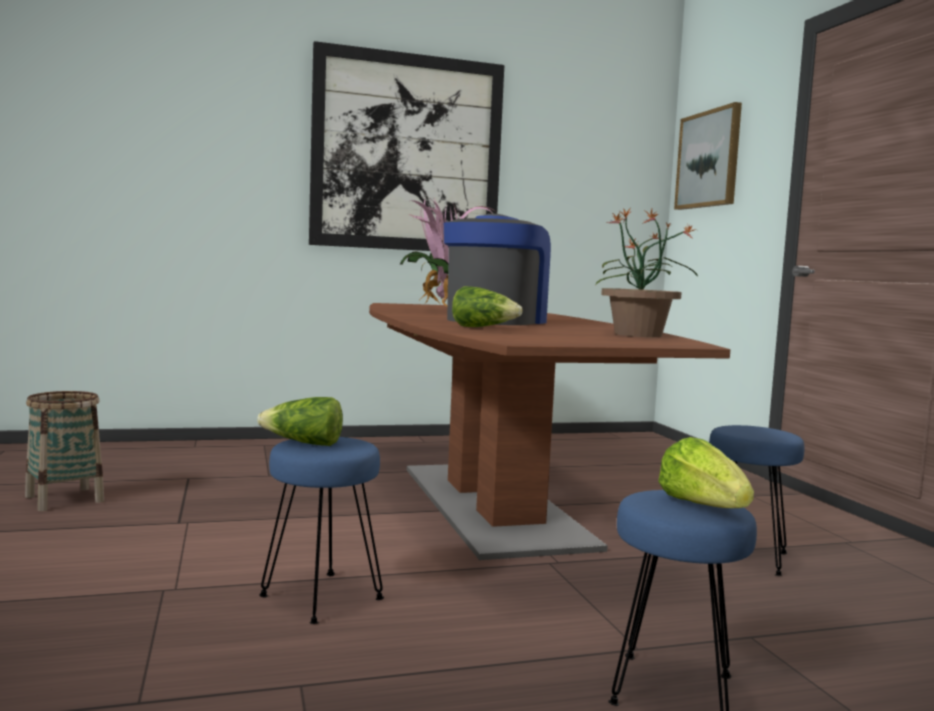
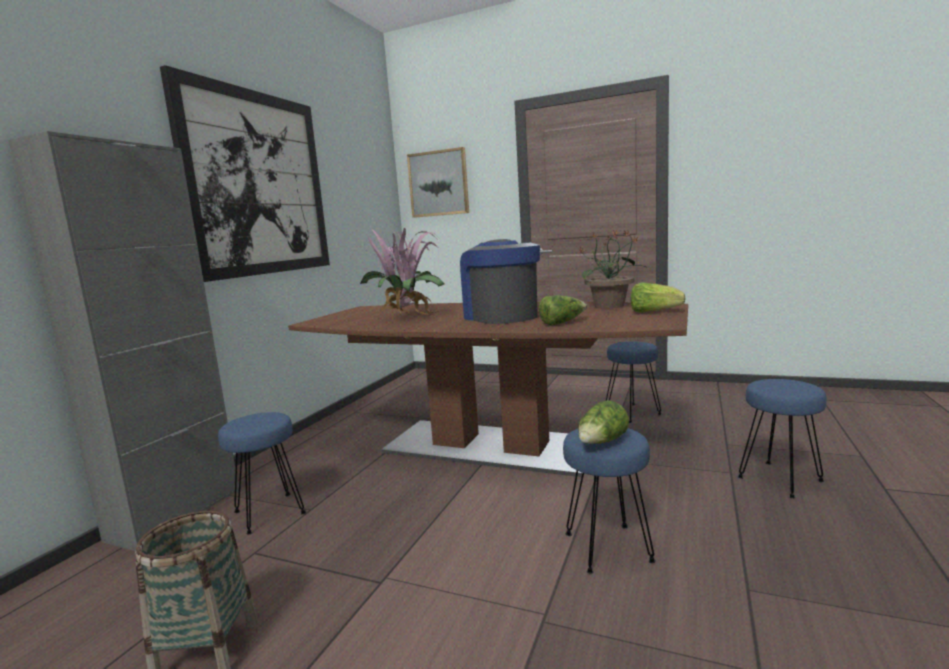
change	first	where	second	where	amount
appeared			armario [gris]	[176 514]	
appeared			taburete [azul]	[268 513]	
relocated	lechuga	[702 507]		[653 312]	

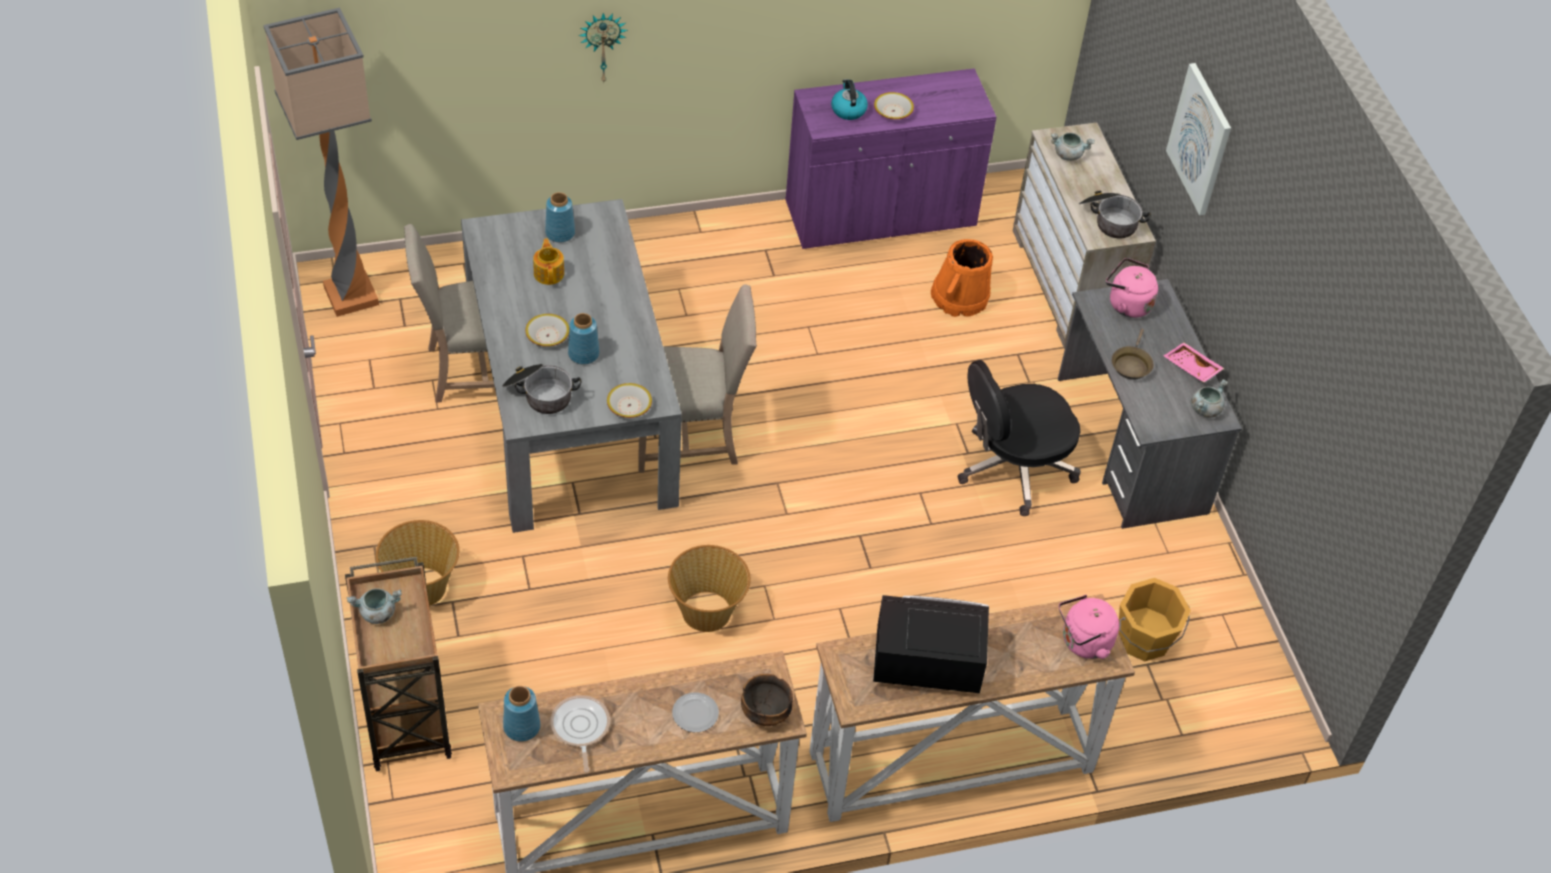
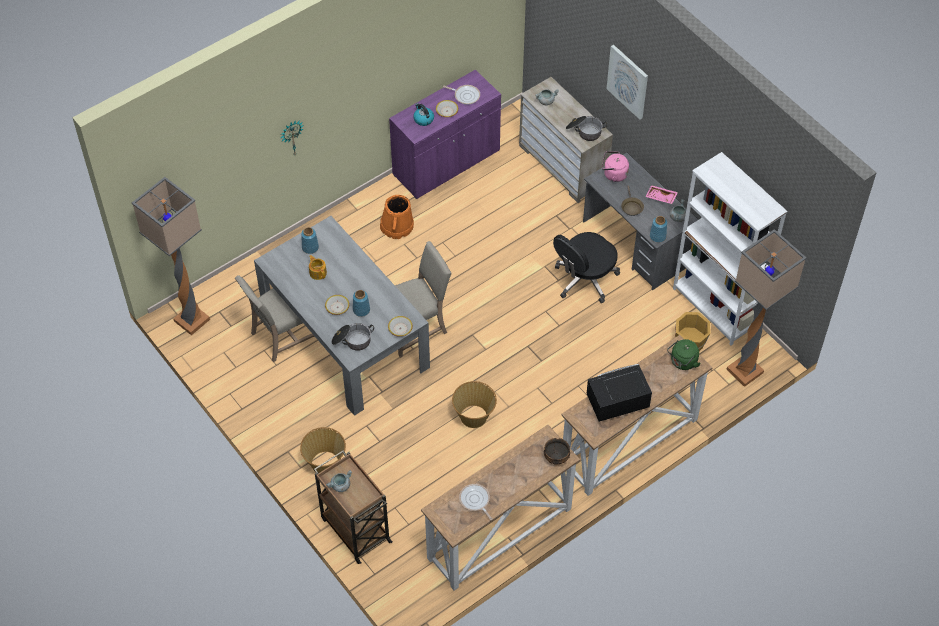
change	first	where	second	where	amount
missing	plato	[694 714]			
appeared			sartén	[465 95]	
appeared			estantería [blanco]	[715 308]	
appeared			lámpara de pie	[746 371]	
relocated	florero [azul]	[521 727]		[658 236]	
relocated	cubo [naranja]	[960 297]		[397 226]	
colour	hervidor [rosa]	[1083 642]	hervidor [verde]	[682 362]	

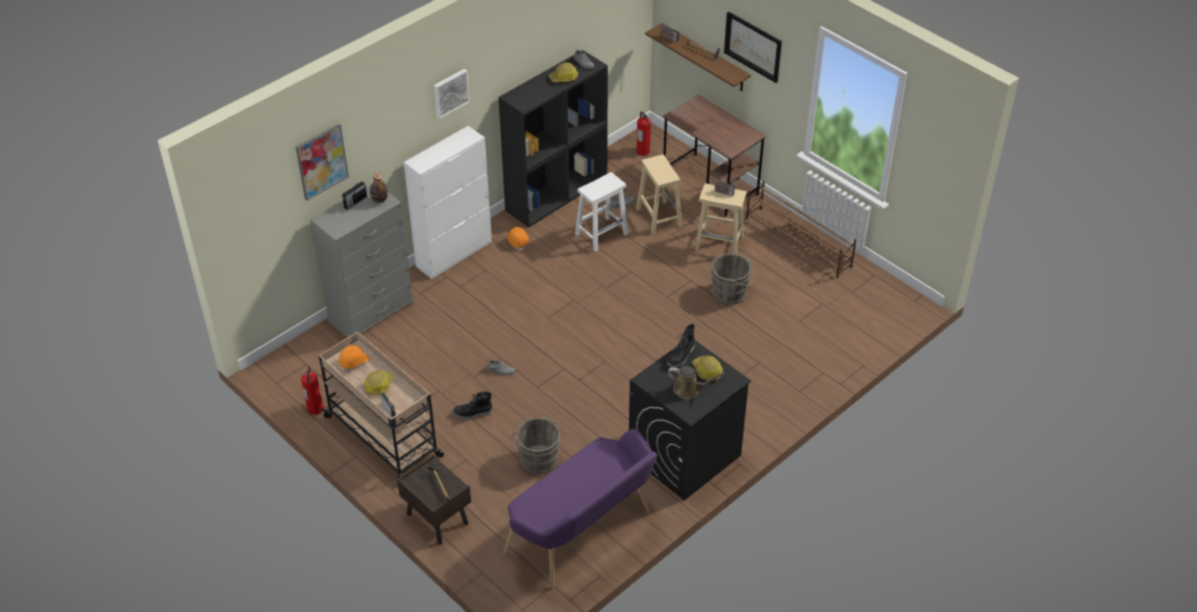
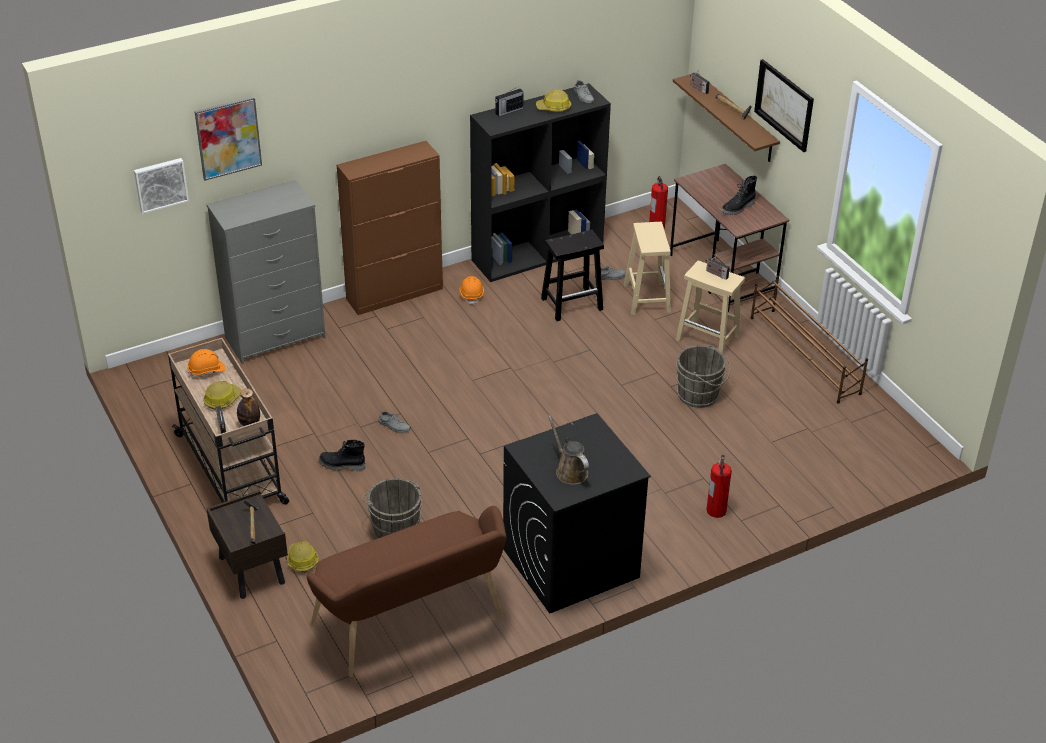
change	first	where	second	where	amount
relocated	extintor	[315 408]		[716 510]	
relocated	radio	[355 202]		[508 111]	
relocated	botella	[379 200]		[249 423]	
relocated	cuadro	[450 92]		[160 184]	
relocated	bota [negro]	[681 356]		[738 208]	
relocated	casco	[707 371]		[302 560]	
colour	armario [blanco]	[454 253]	armario [marrón]	[395 294]	
colour	banco [morado]	[584 535]	banco [marrón]	[413 625]	
colour	taburete [blanco]	[602 233]	taburete [negro]	[572 303]	
spun	regadera [marrón]	[689 390]		[570 471]	150 degrees counterclockwise

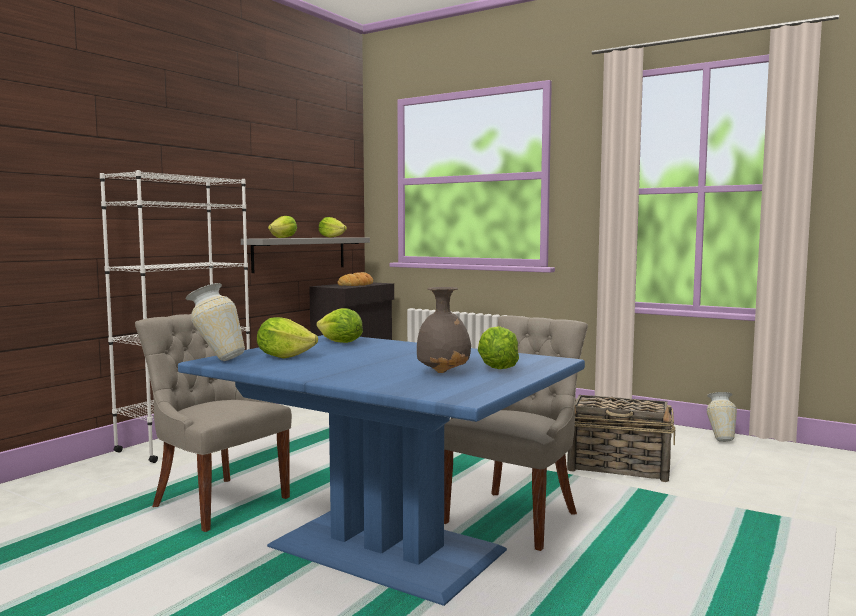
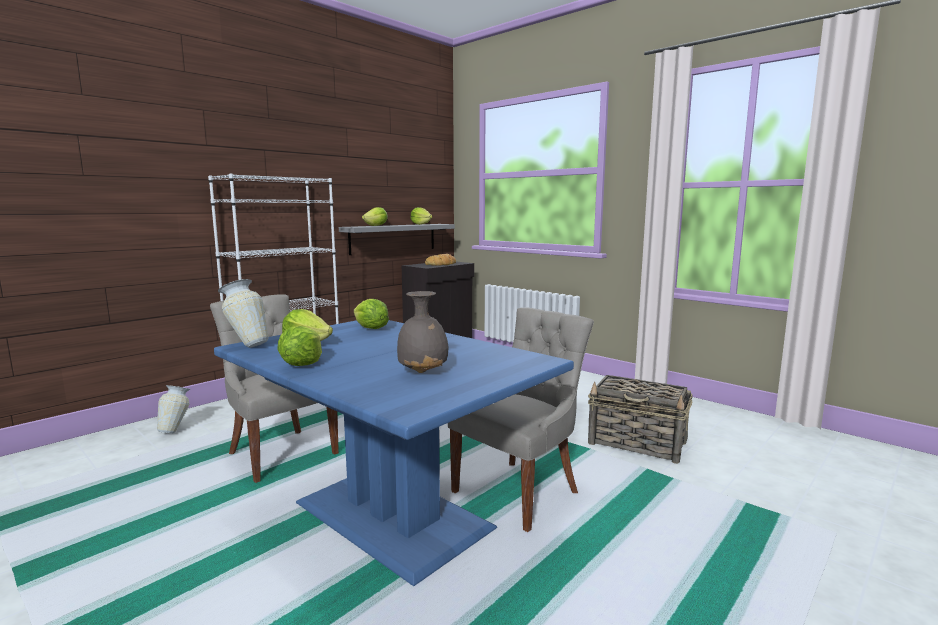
change	first	where	second	where	amount
relocated	lechuga	[496 368]		[302 364]	
relocated	florero	[720 439]		[177 430]	

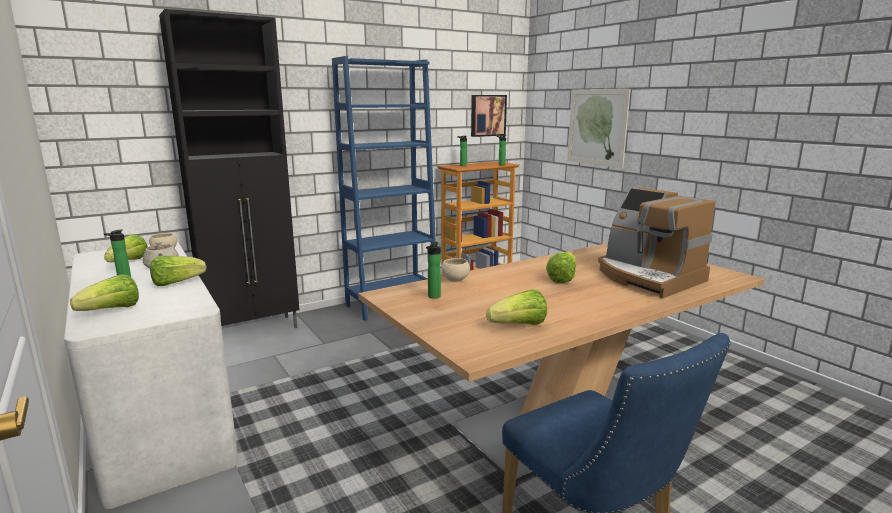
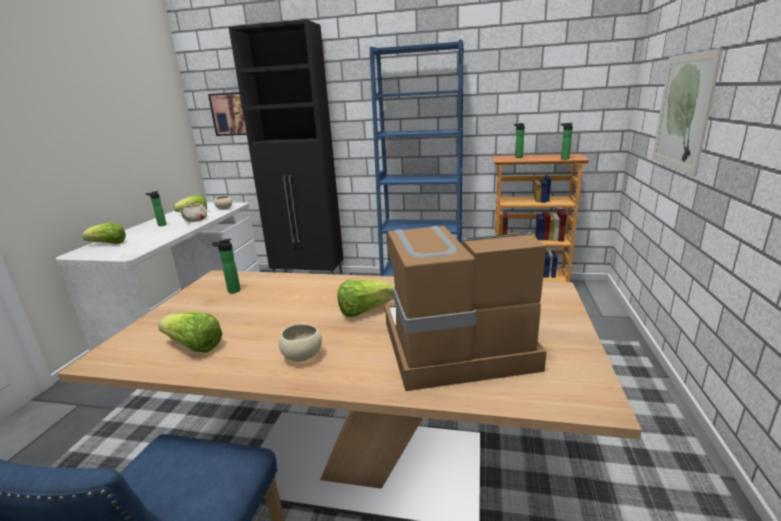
change	first	where	second	where	amount
missing	lechuga	[176 283]			
relocated	cuenco [beis]	[455 280]		[302 356]	
relocated	cuadro	[487 115]		[232 114]	
spun	cafetera	[648 277]		[454 346]	75 degrees clockwise

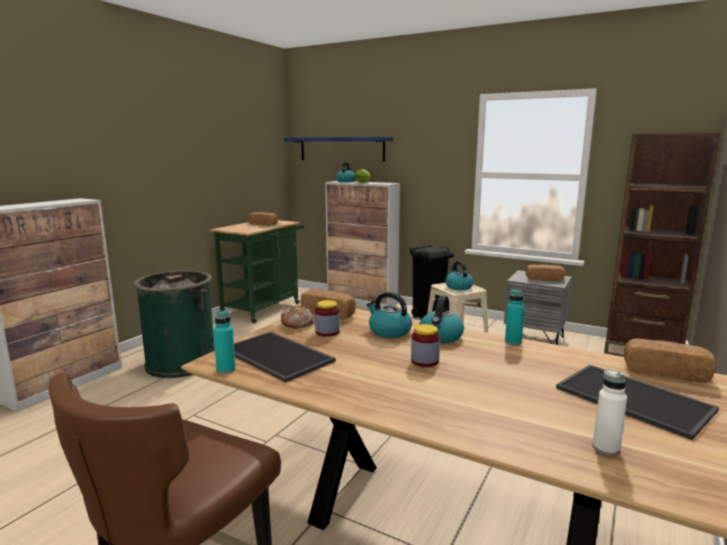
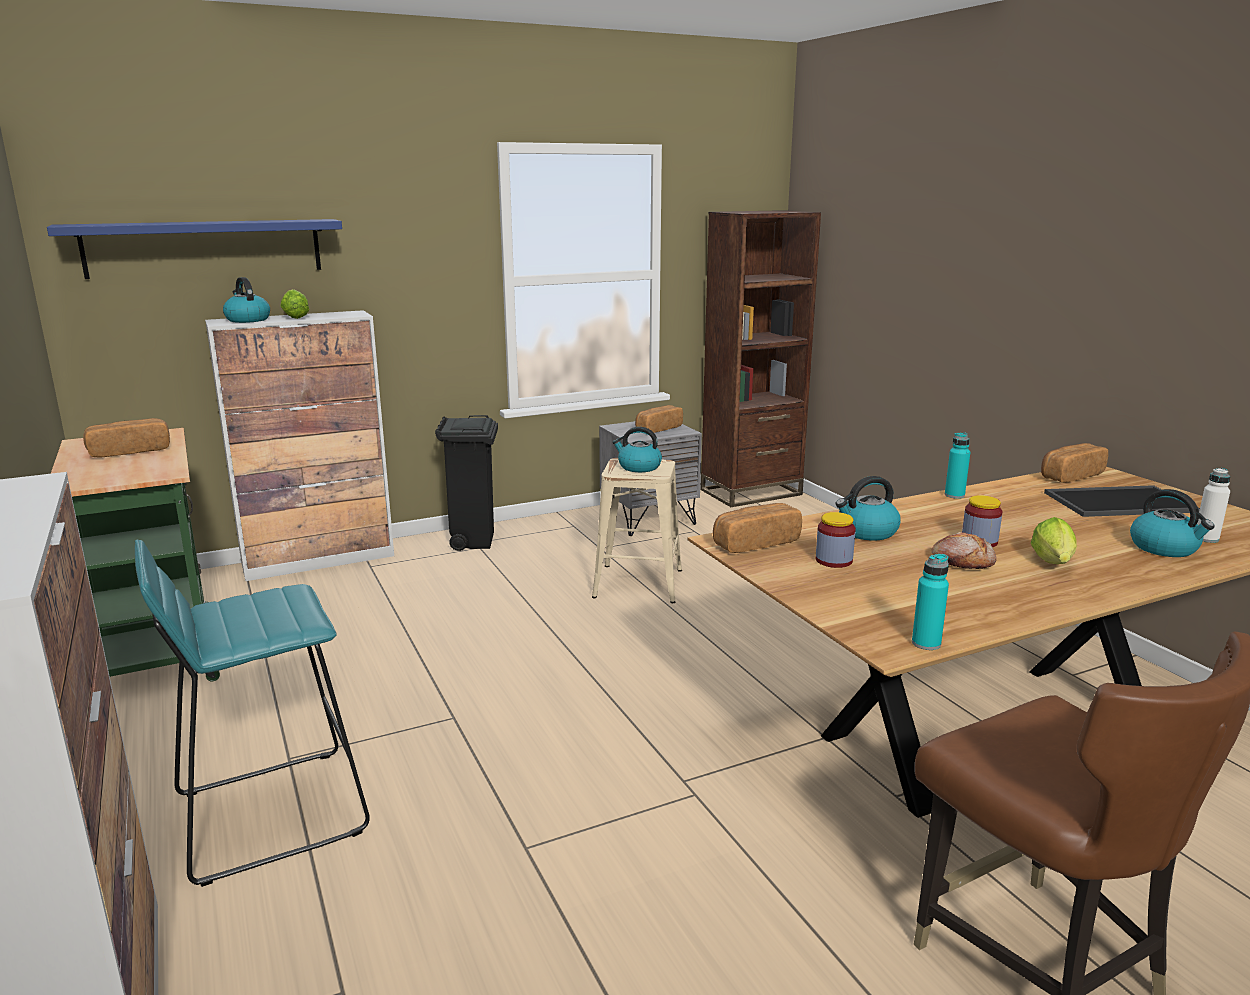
change	first	where	second	where	amount
missing	bandeja	[279 355]			
appeared			lechuga	[1053 564]	
relocated	pan	[297 323]		[962 561]	
relocated	hervidor	[441 337]		[1165 548]	
exchanged	papelera [verde]	[181 362]	taburete [turquesa]	[269 813]	

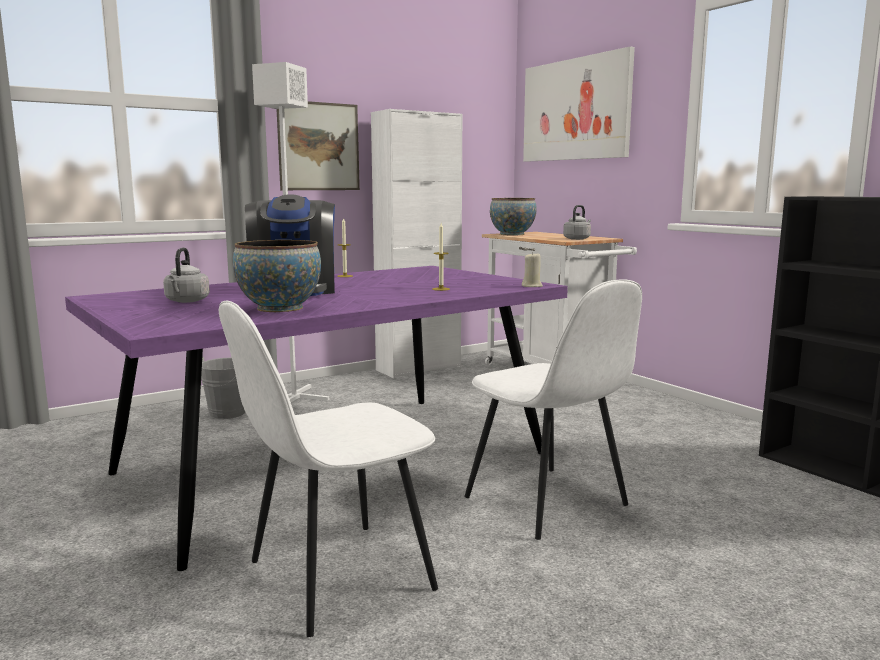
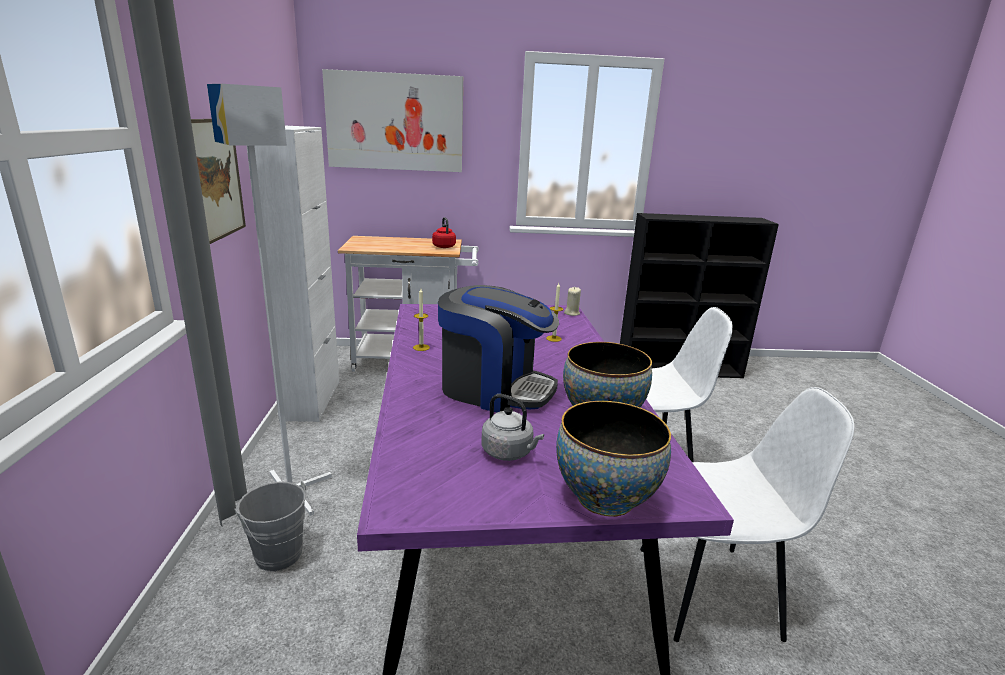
change	first	where	second	where	amount
relocated	cuenco	[512 234]		[605 497]	
colour	hervidor [gris]	[577 239]	hervidor [rojo]	[443 246]	
spun	silla [blanco]	[336 576]		[711 591]	90 degrees counterclockwise

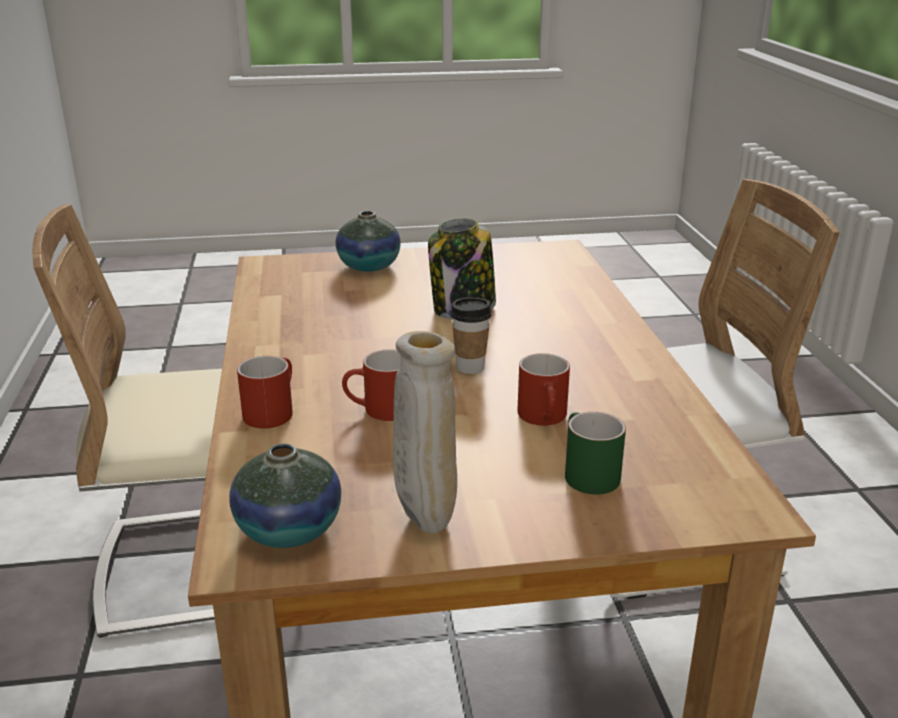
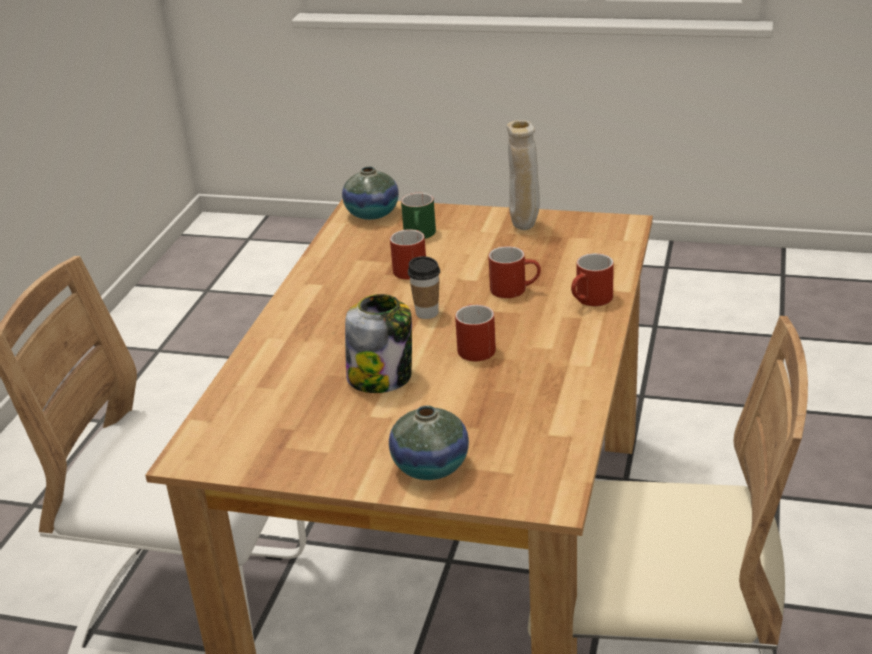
change	first	where	second	where	amount
appeared			taza grande [rojo]	[473 347]	
relocated	florero	[289 530]		[372 213]	

